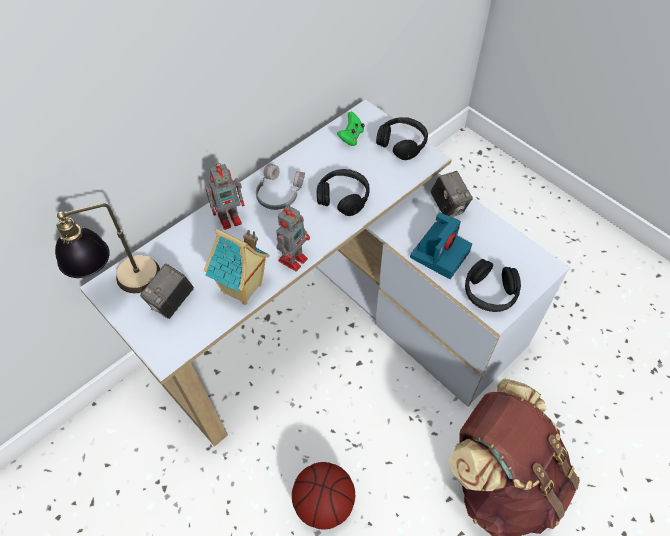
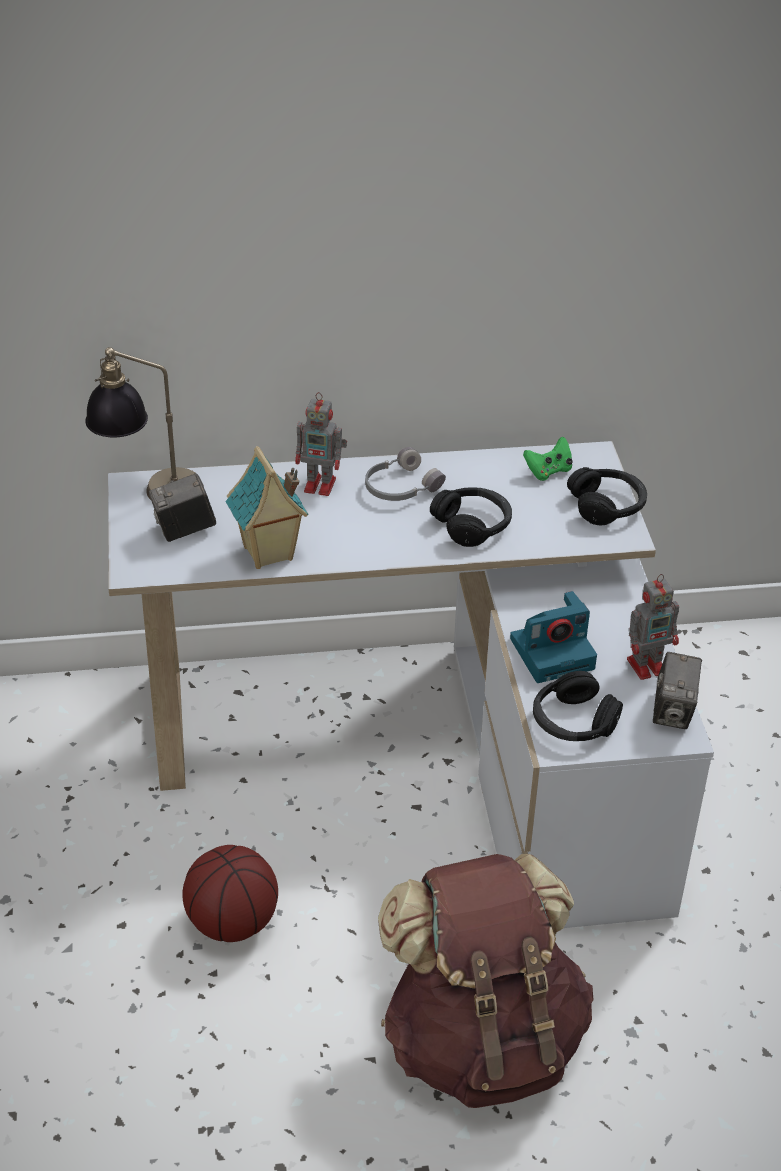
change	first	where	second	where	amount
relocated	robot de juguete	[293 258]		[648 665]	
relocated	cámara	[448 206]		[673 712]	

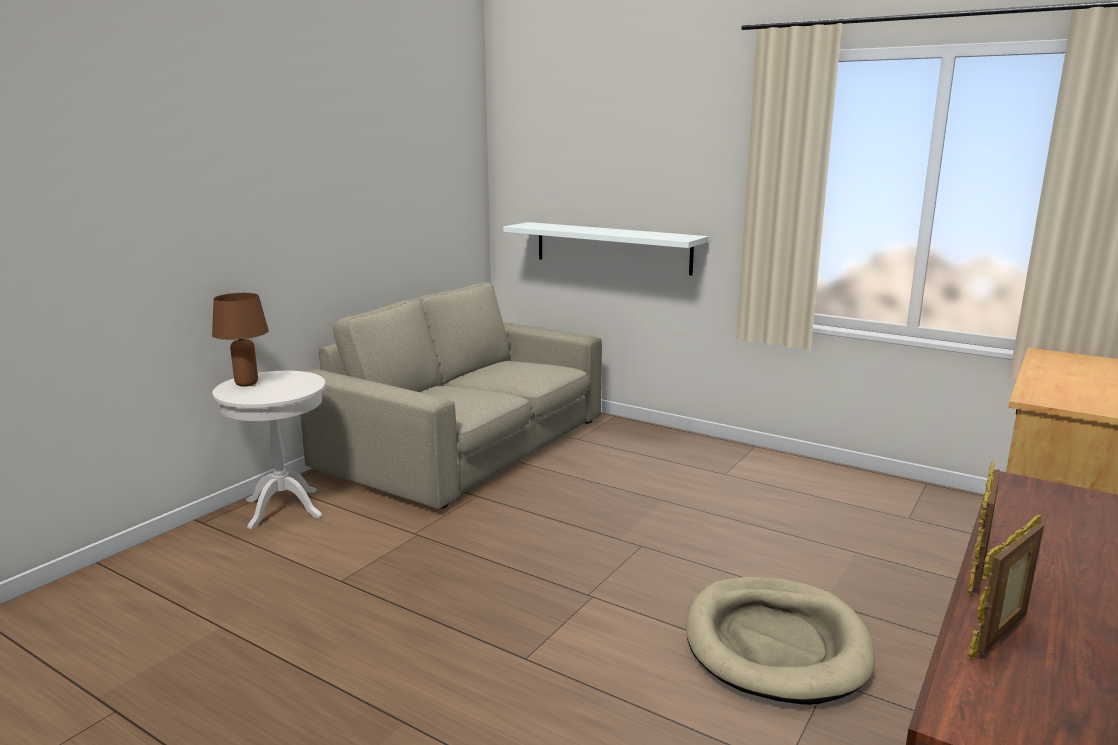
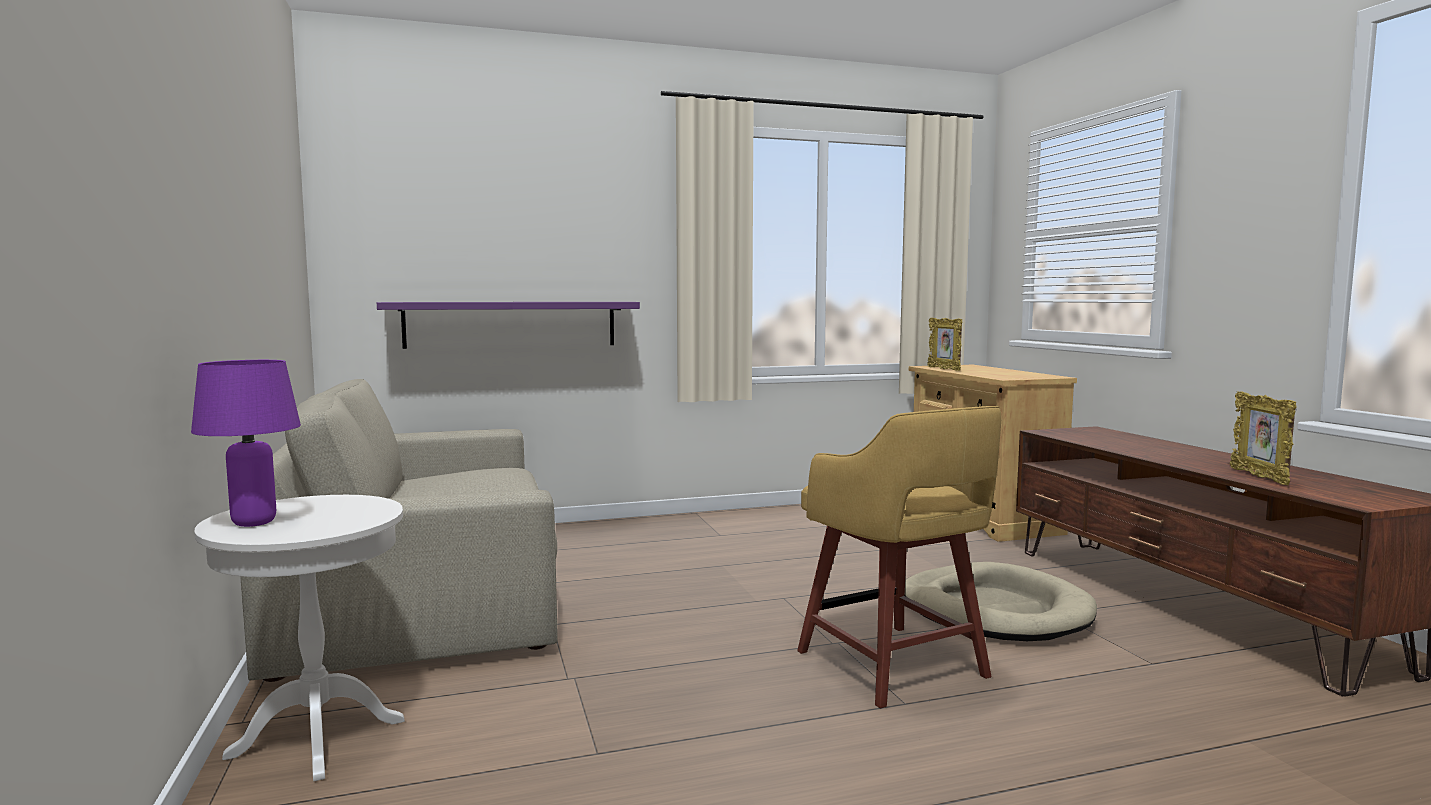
change	first	where	second	where	amount
appeared			taburete [amarillo]	[894 667]	
relocated	portarretratos	[976 572]		[944 369]	
colour	lámpara de mesa [marrón]	[247 384]	lámpara de mesa [morado]	[255 522]	
colour	estante [blanco]	[612 247]	estante [morado]	[511 324]	

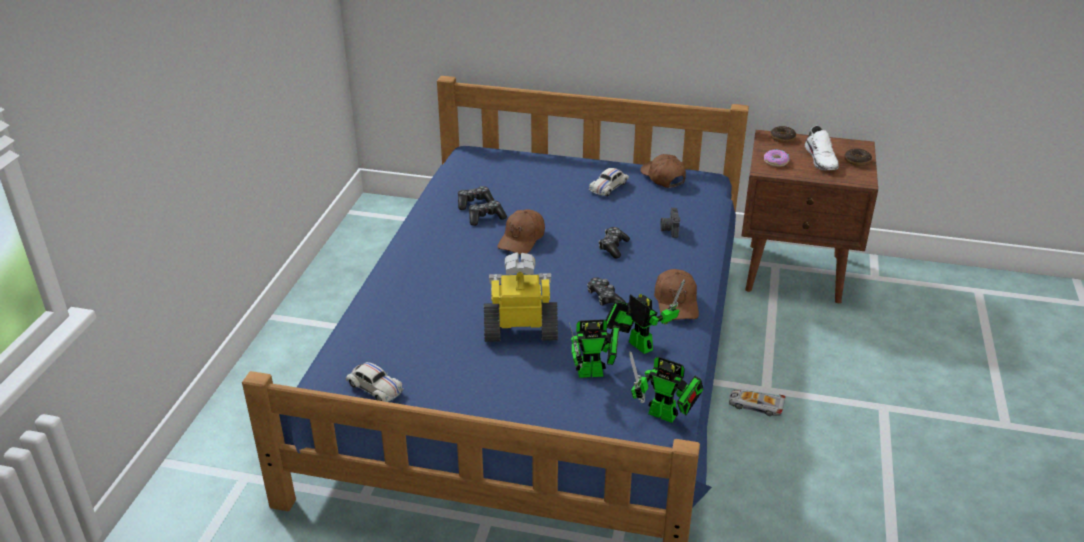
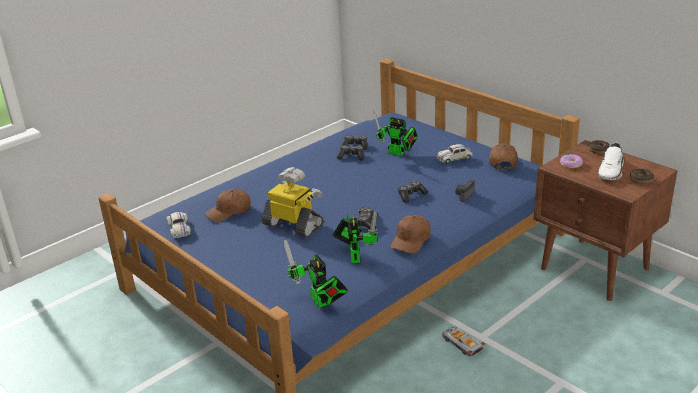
change	first	where	second	where	amount
relocated	gorra [marrón]	[522 239]		[229 212]	
relocated	robot de juguete	[595 373]		[398 153]	

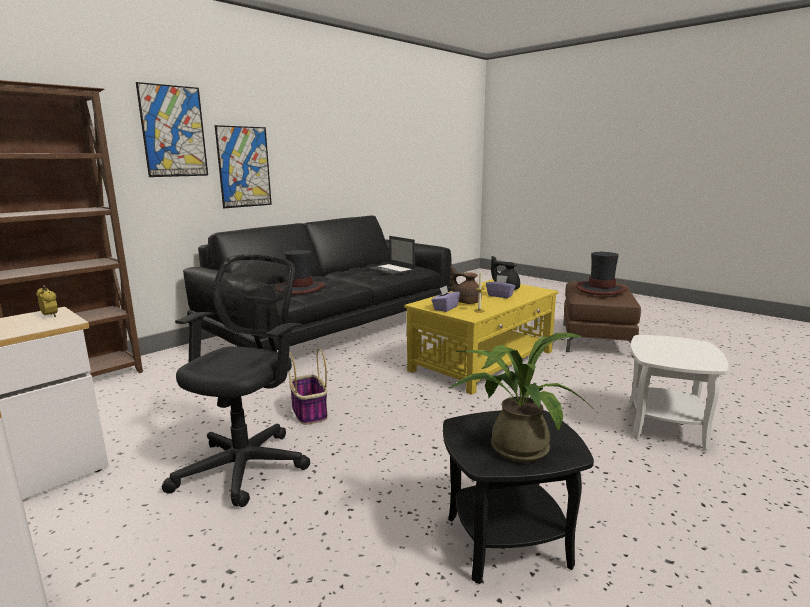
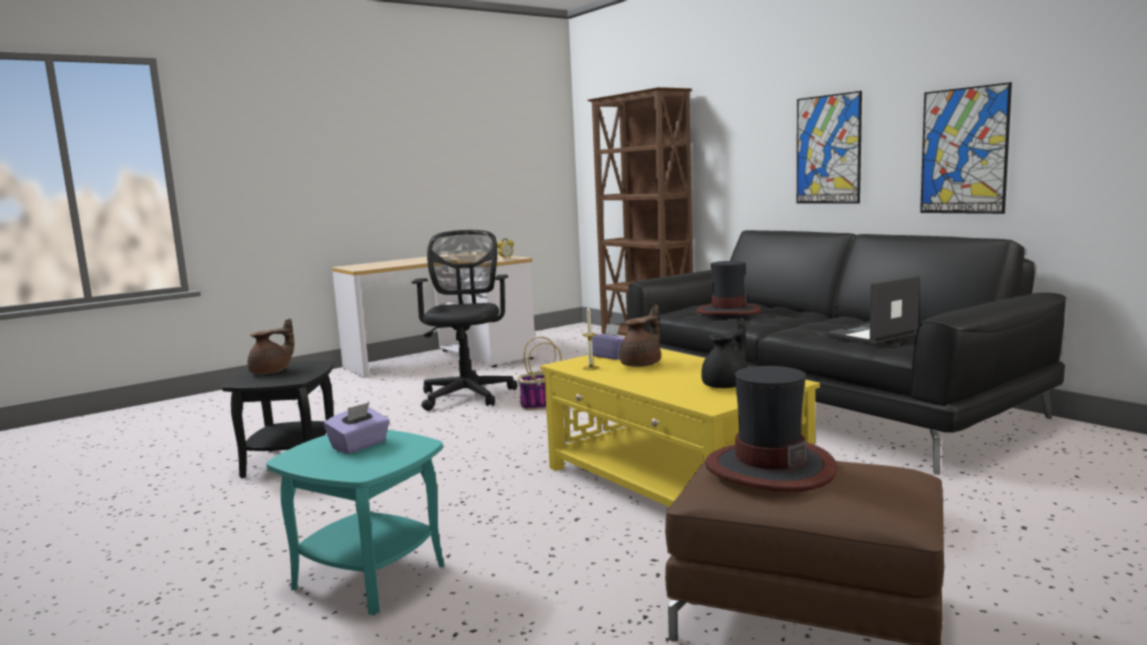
change	first	where	second	where	amount
relocated	cuadro	[173 131]		[964 151]	
relocated	caja de pañuelos [morado]	[500 295]		[359 445]	
exchanged	planta en maceta	[513 445]	tetera [marrón]	[272 372]	
colour	mesa auxiliar [blanco]	[666 427]	mesa auxiliar [turquesa]	[368 577]	
spun	silla de oficina [negro]	[247 465]		[468 394]	120 degrees counterclockwise

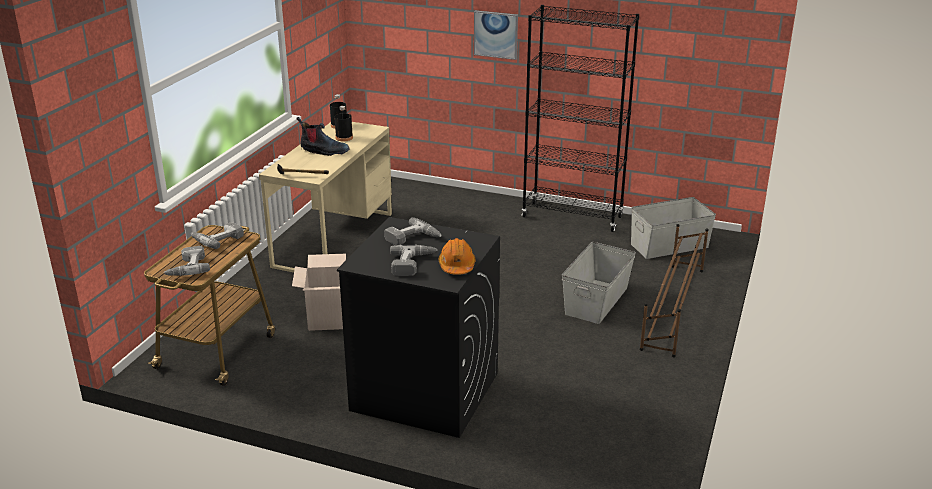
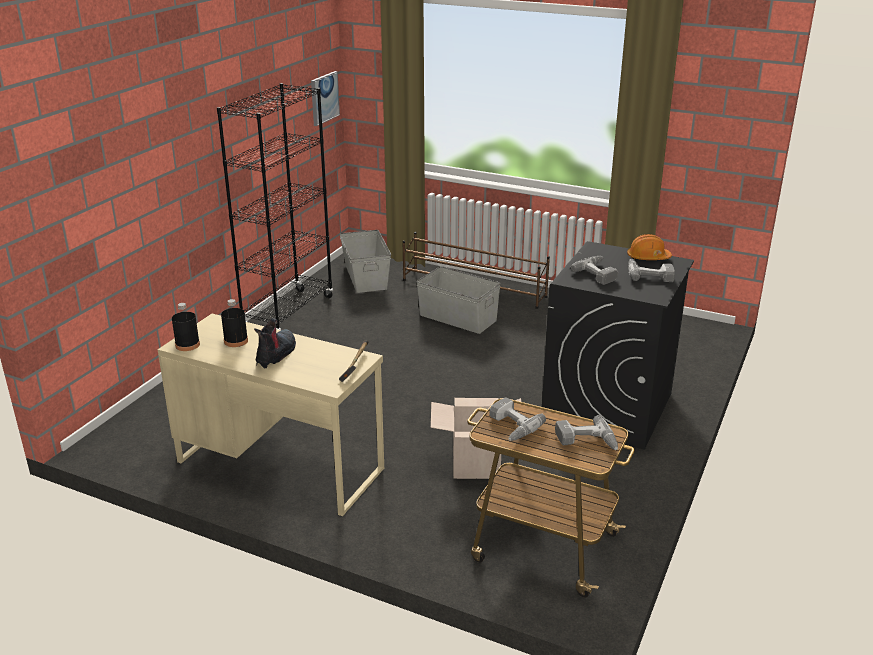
change	first	where	second	where	amount
relocated	cuadro	[496 34]		[324 98]	

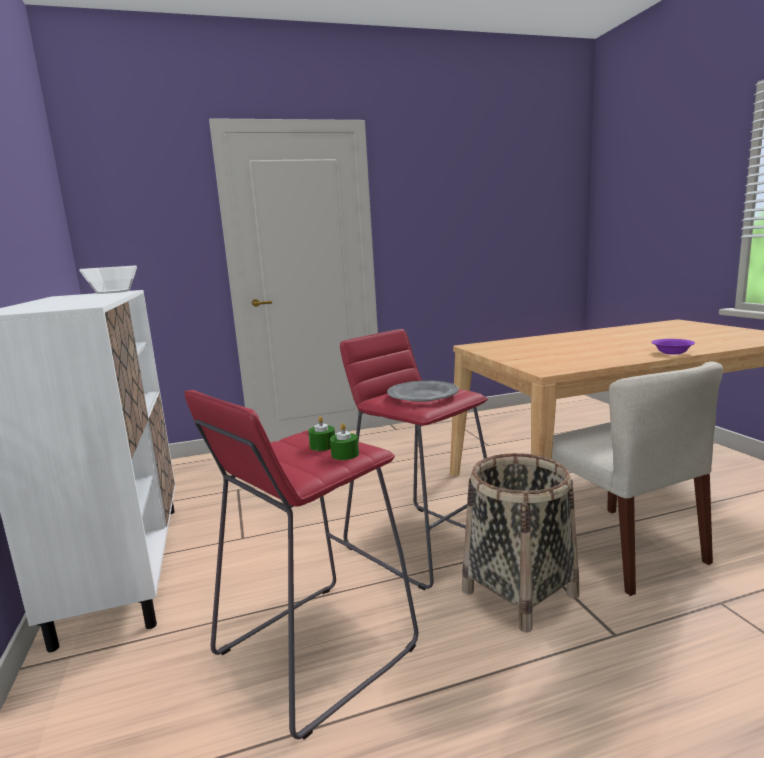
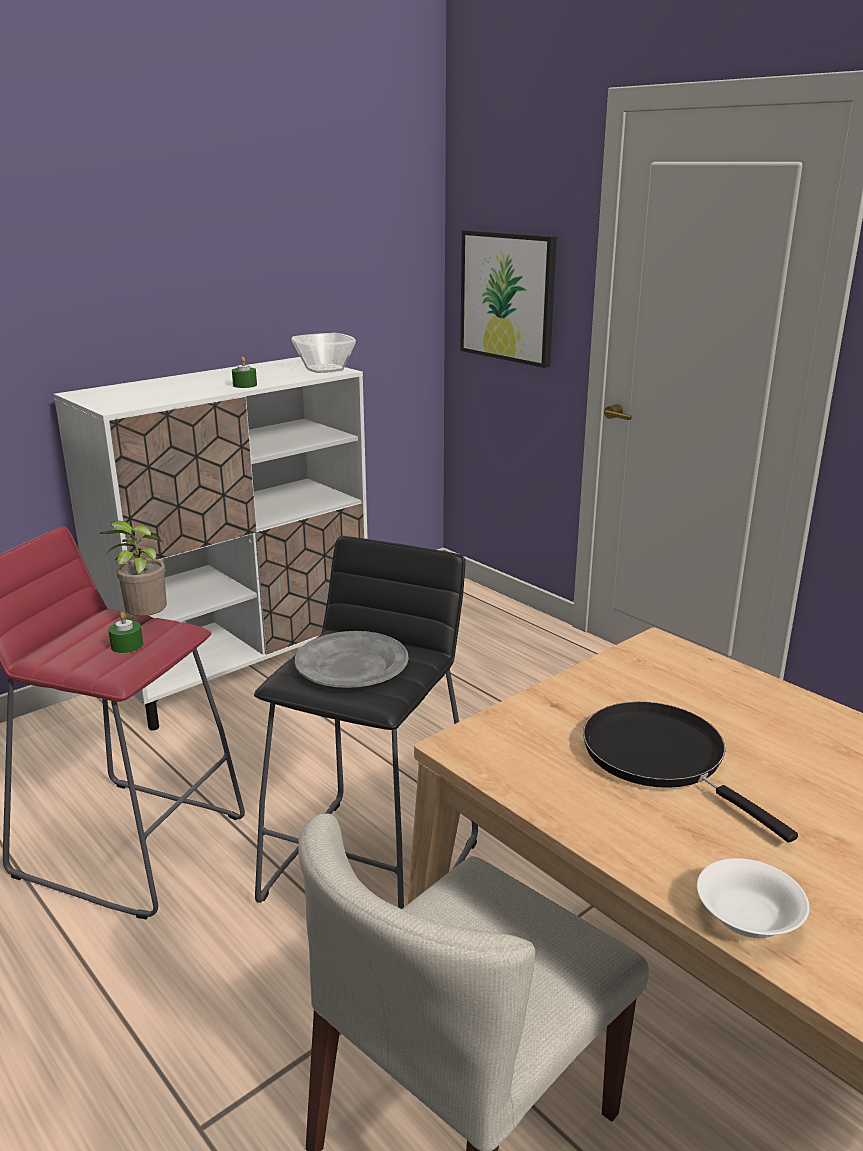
change	first	where	second	where	amount
missing	cesta	[519 593]			
appeared			planta en maceta	[144 623]	
appeared			cuadro	[508 297]	
appeared			sartén [negro]	[660 758]	
relocated	vela [verde]	[345 454]		[245 385]	
colour	taburete [rojo]	[421 543]	taburete [negro]	[373 868]	
colour	cuenco [morado]	[672 352]	cuenco [blanco]	[748 918]	

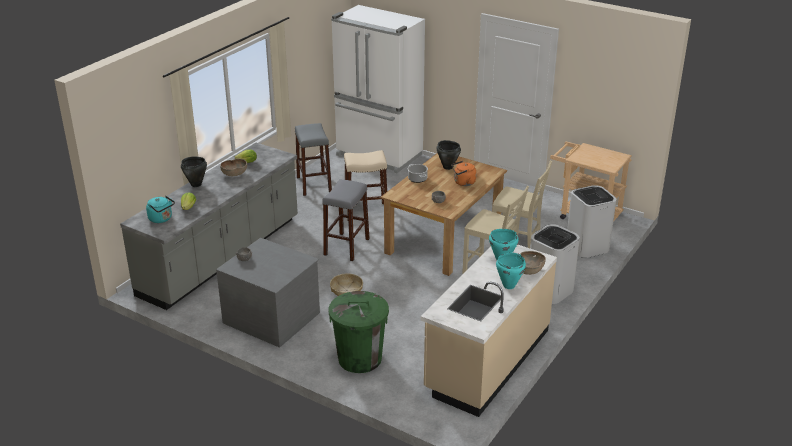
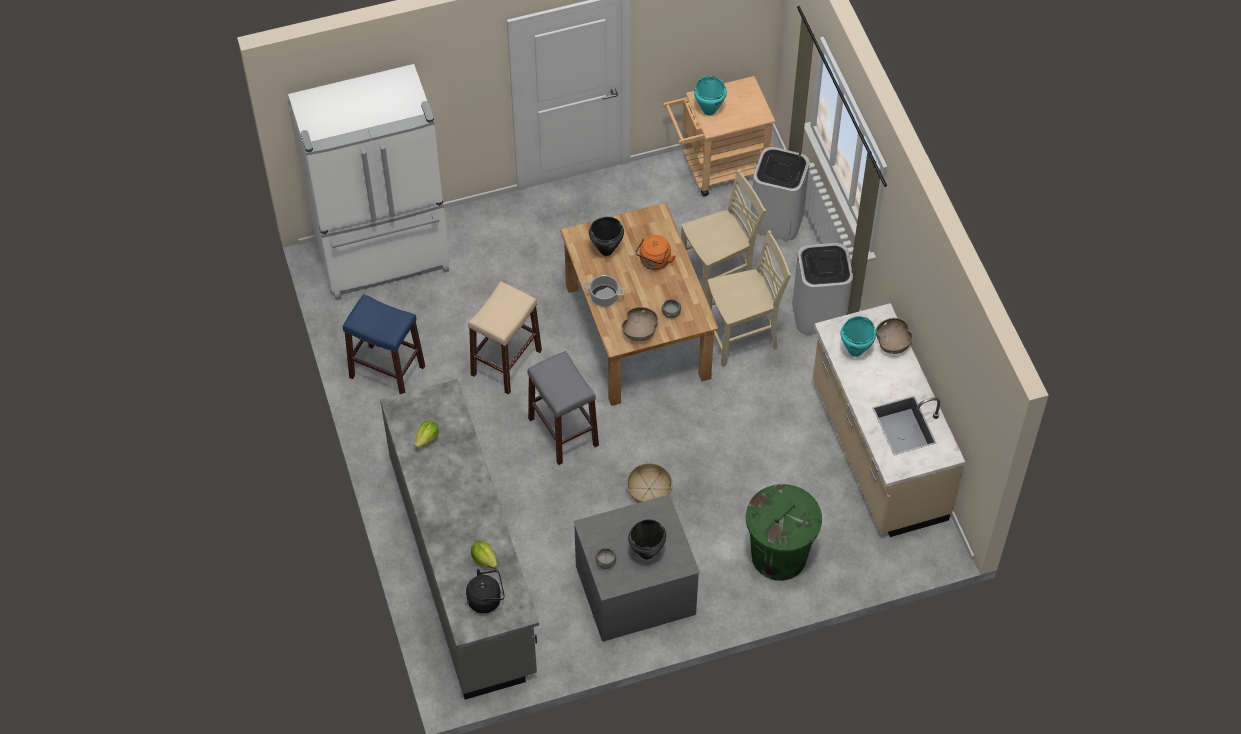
change	first	where	second	where	amount
relocated	olla [negro]	[196 185]		[647 553]	
relocated	cuenco [marrón]	[234 174]		[640 331]	
relocated	olla [turquesa]	[508 285]		[709 110]	
colour	hervidor [turquesa]	[161 219]	hervidor [negro]	[486 599]	
colour	taburete [gris]	[314 184]	taburete [azul]	[387 371]	

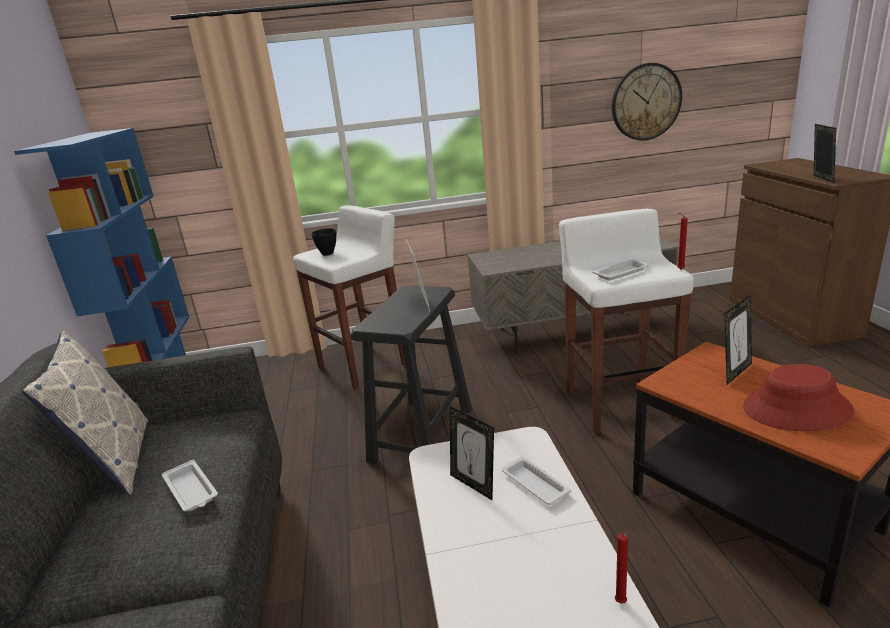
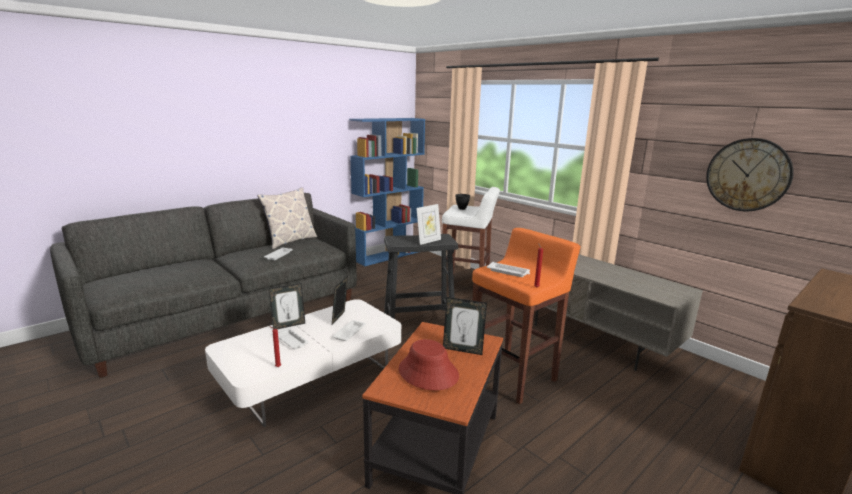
change	first	where	second	where	amount
appeared			bandeja [blanco]	[291 341]	
relocated	portarretratos	[820 179]		[288 325]	
colour	taburete [blanco]	[619 404]	taburete [naranja]	[514 376]	

